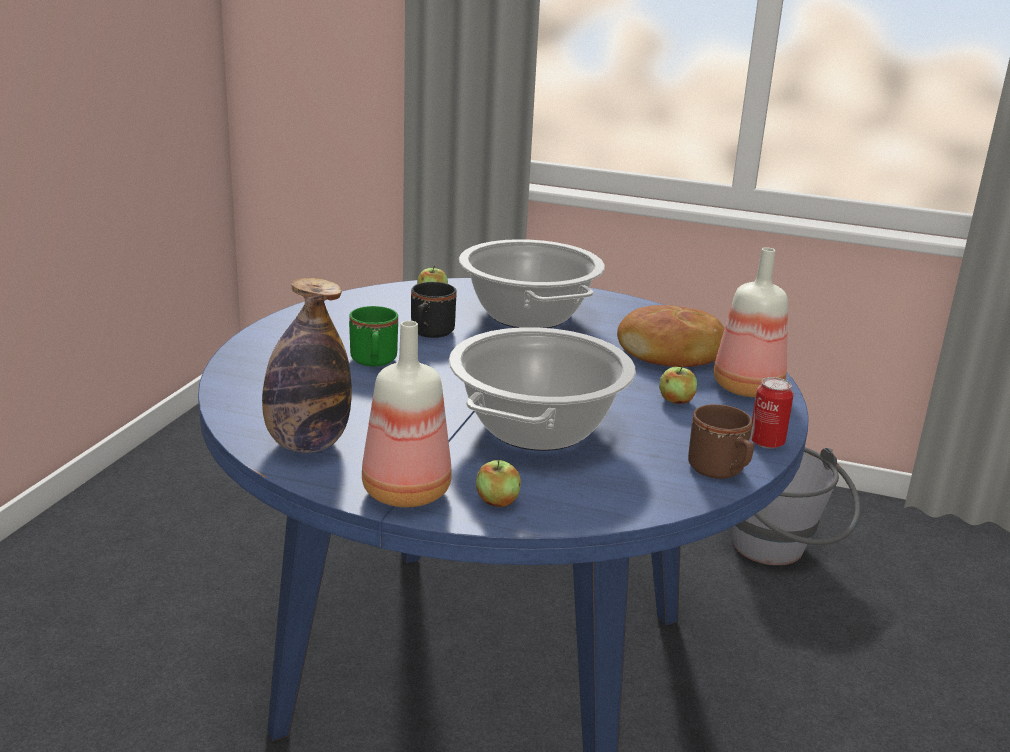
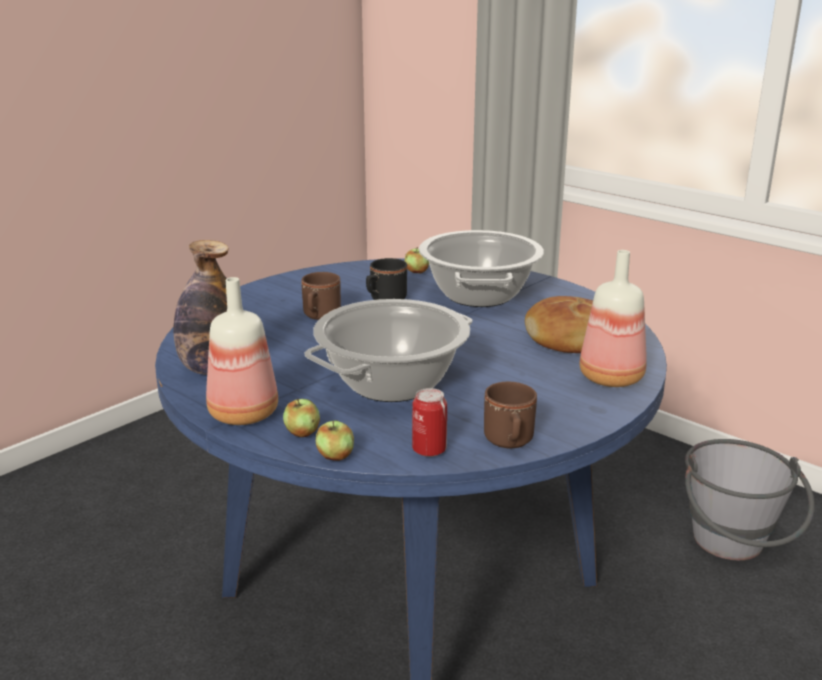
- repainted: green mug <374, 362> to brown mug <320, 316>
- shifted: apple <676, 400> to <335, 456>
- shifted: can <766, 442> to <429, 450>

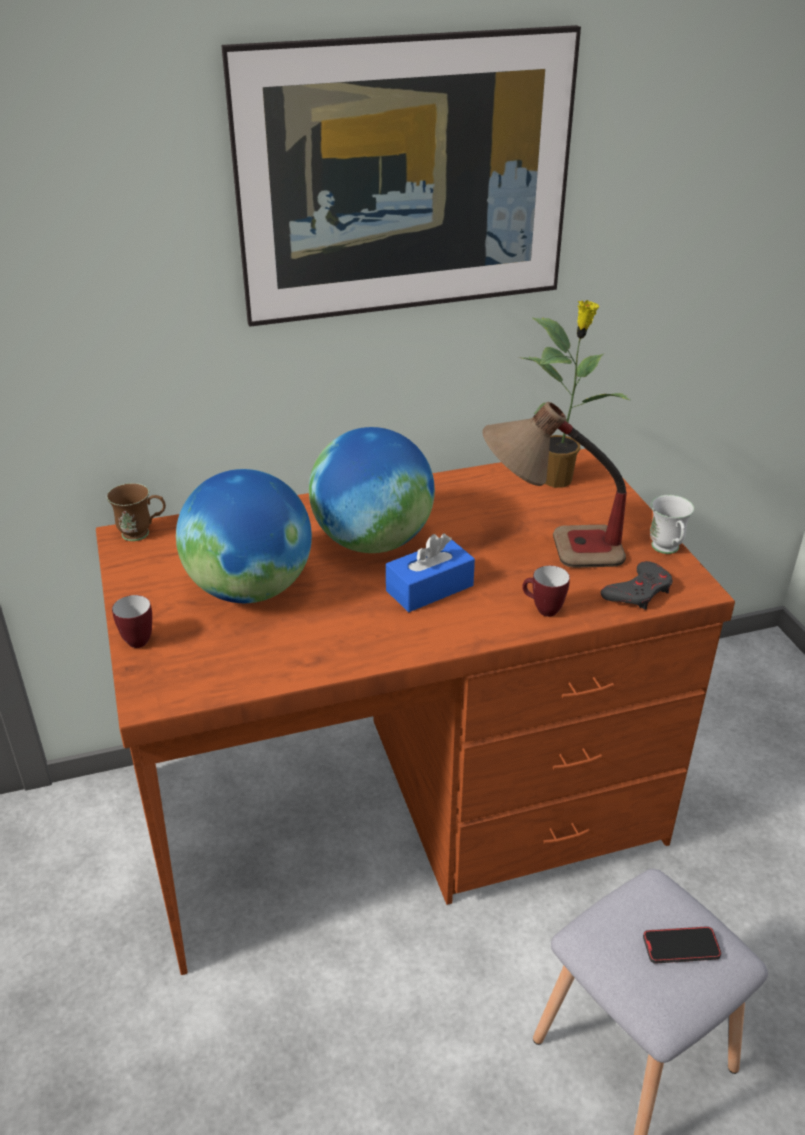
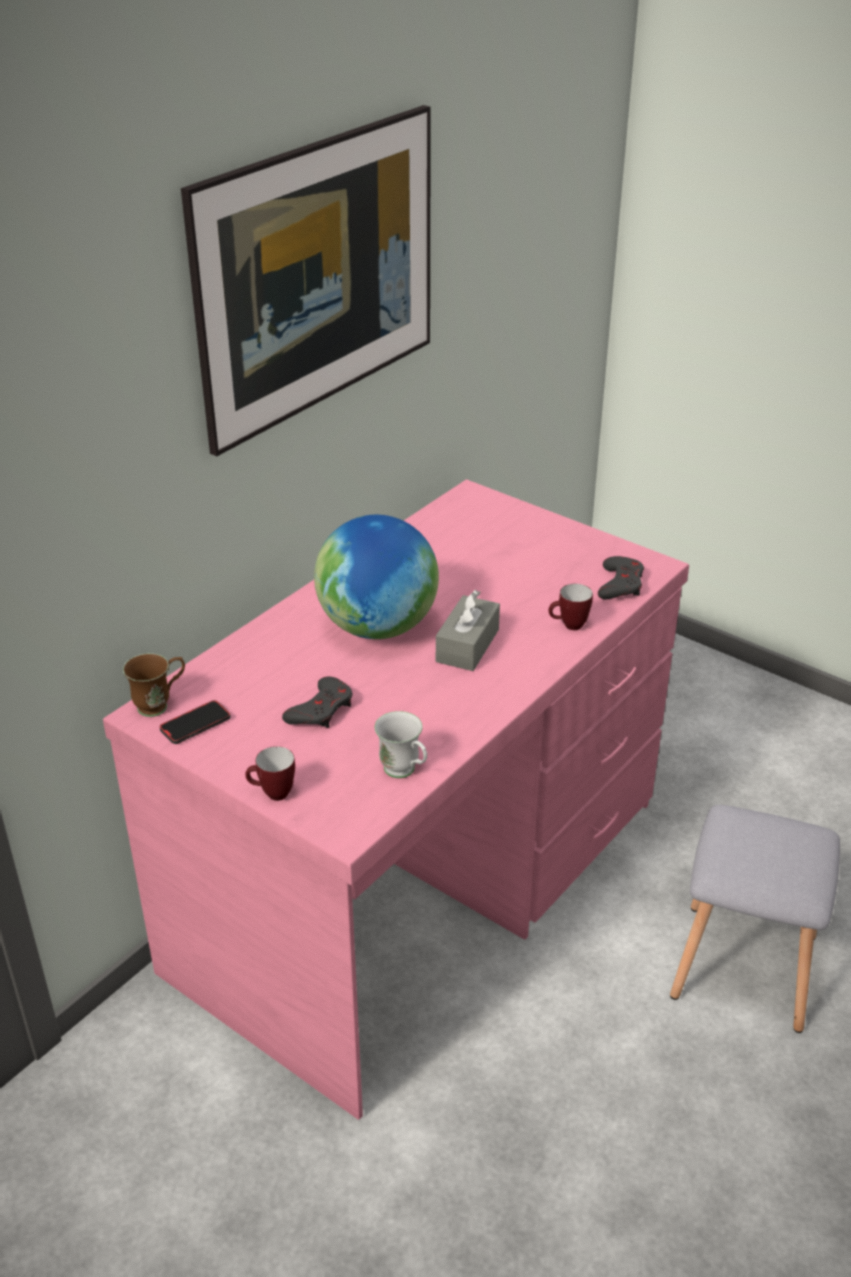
- repainted: brown desk <403, 809> to pink desk <422, 885>
- swapped: globe <249, 589> to grey game controller <321, 709>
- repainted: blue tissue box <429, 588> to grey tissue box <467, 645>
- gone: table lamp <549, 551>
- gone: potted plant <559, 479>
- shifted: phone <681, 947> to <195, 724>
- shifted: white mug <667, 551> to <405, 772>

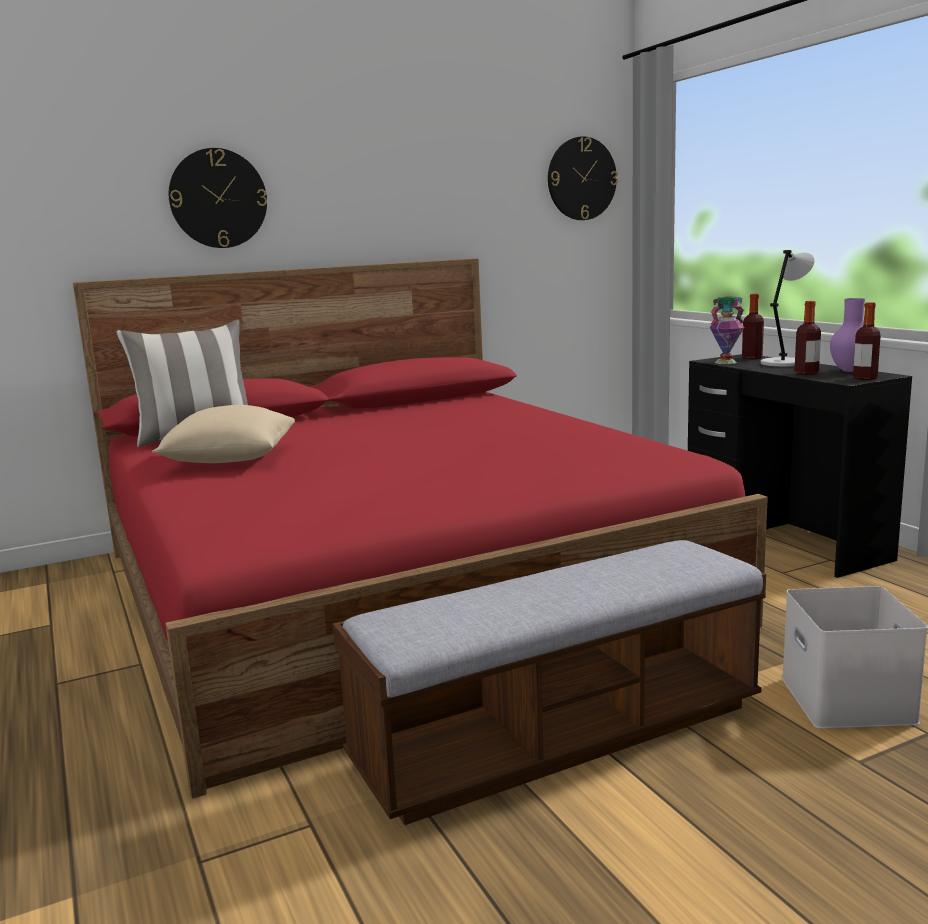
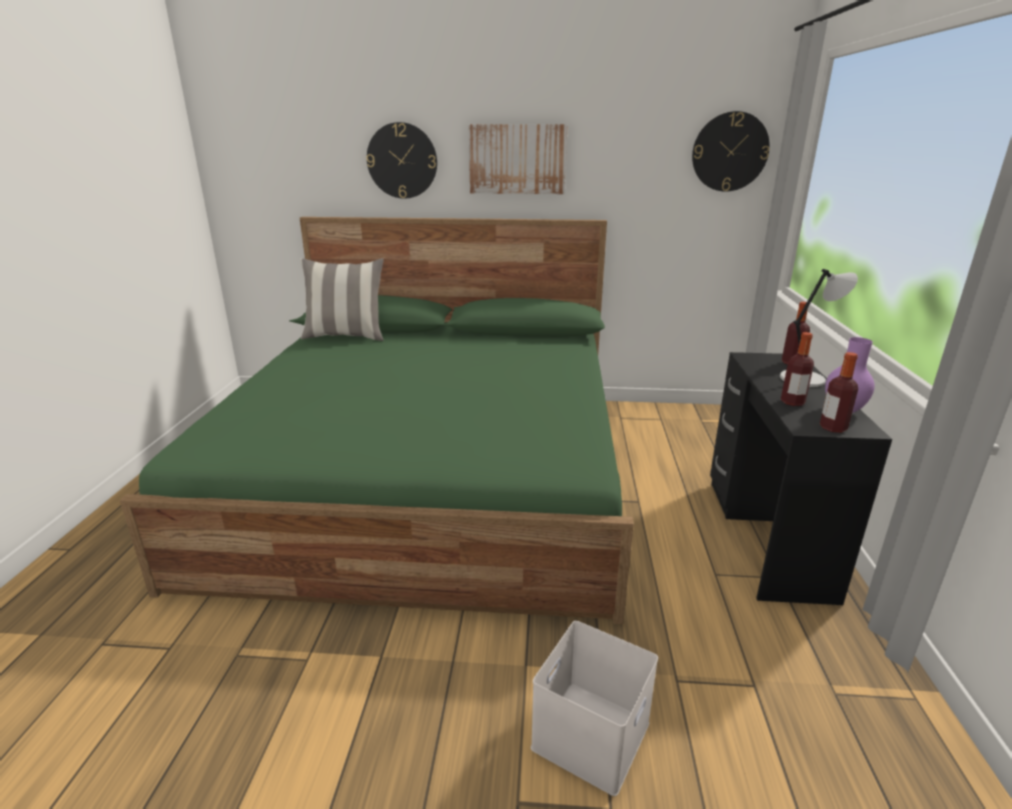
- repainted: red bed <392, 585> to green bed <430, 474>
- gone: beige pillow <229, 459>
- gone: bench <561, 736>
- gone: vase <725, 362>
- new: picture <517, 159>

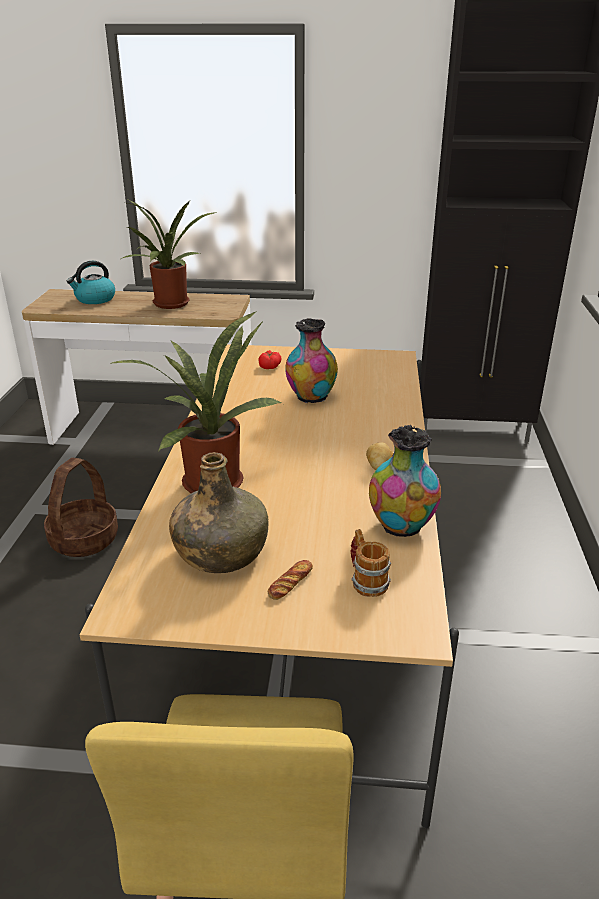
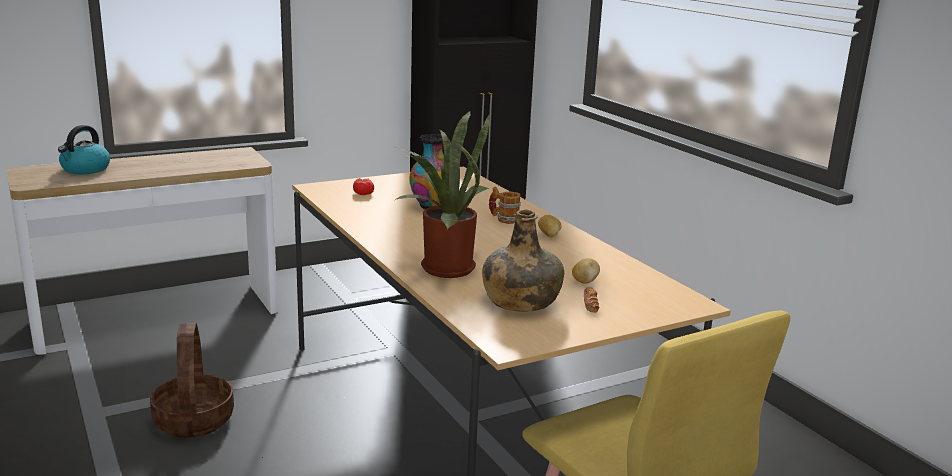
- gone: potted plant <171, 305>
- shifted: mug <366, 580> to <504, 219>
- gone: vase <401, 527>
- new: potato <584, 282>

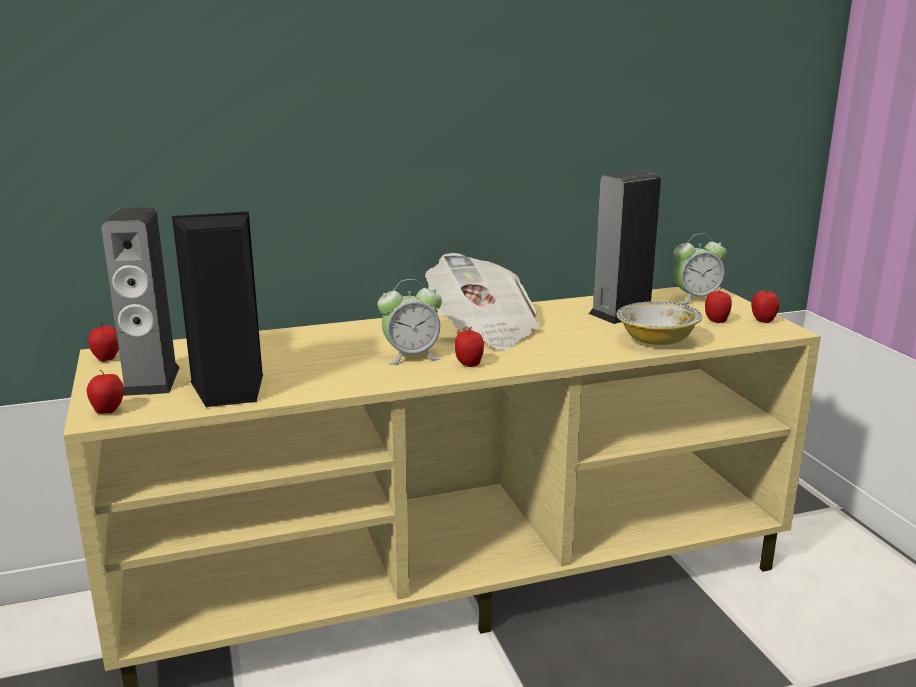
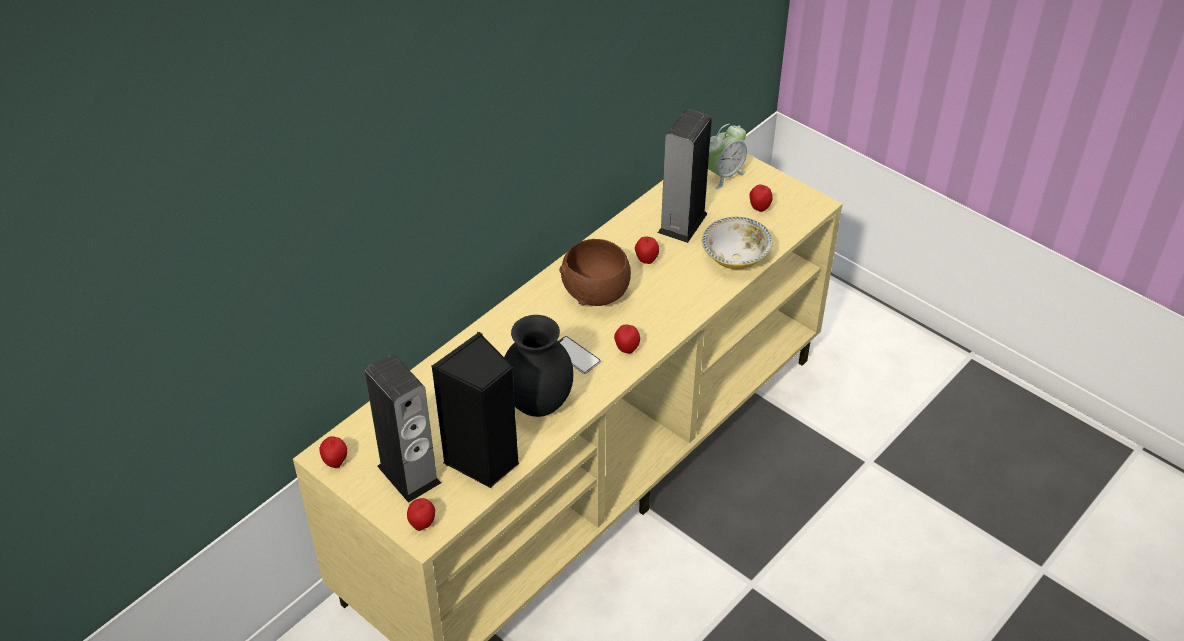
- swapped: alarm clock <411, 356> to phone <575, 356>
- swapped: newspaper <483, 330> to brown bowl <597, 293>
- shifted: apple <763, 321> to <646, 260>
- new: black vase <538, 405>

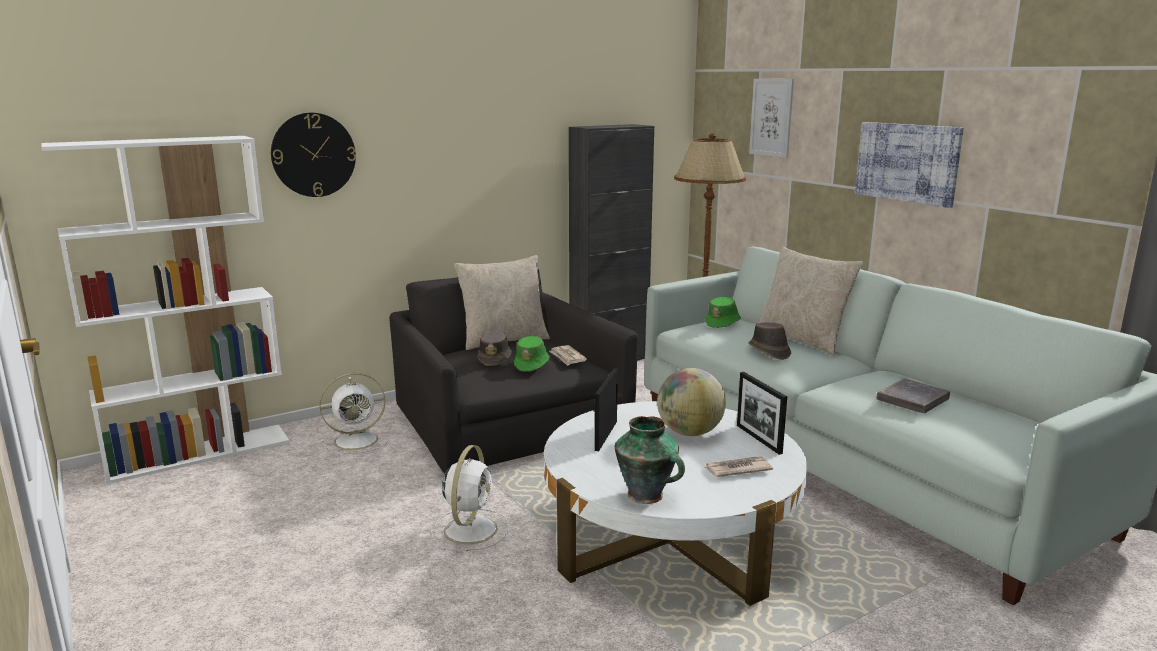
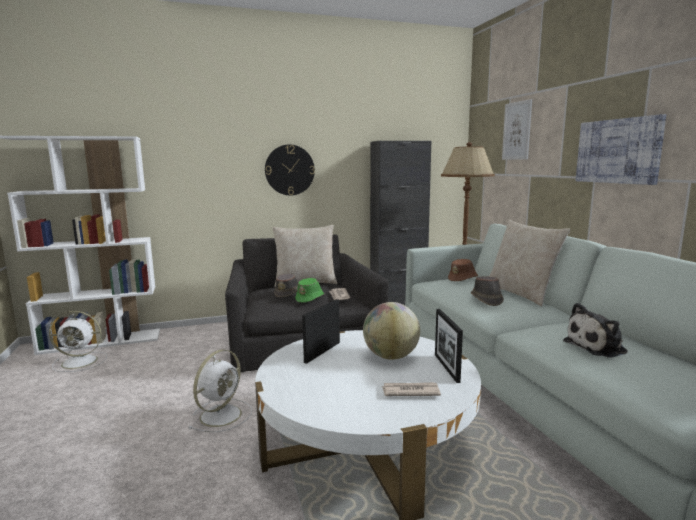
- shifted: wall clock <313, 155> to <289, 170>
- shifted: white fan <358, 440> to <81, 362>
- gone: vase <647, 496>
- repainted: green hat <723, 323> to brown hat <463, 279>
- swapped: grey book <912, 400> to plush toy <598, 347>

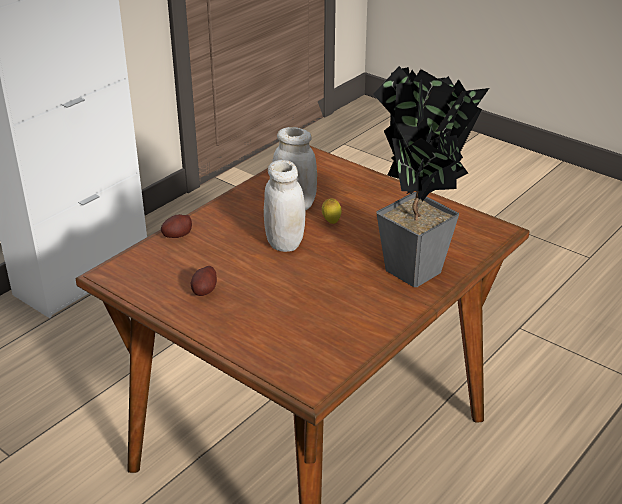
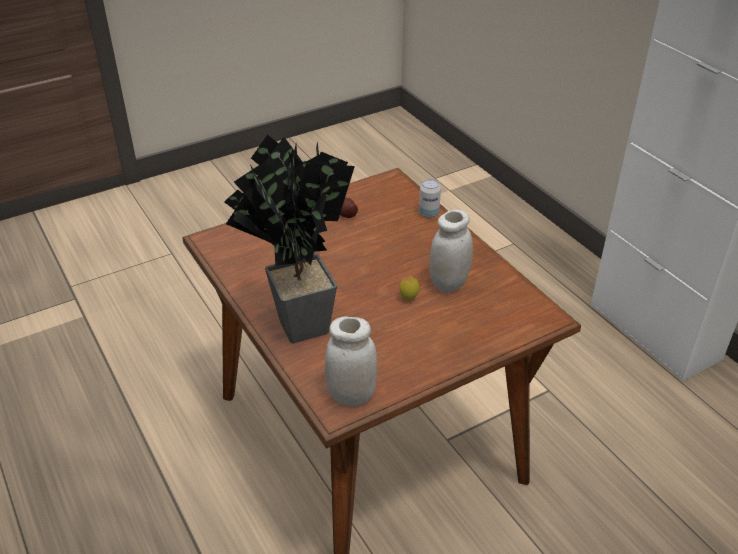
- swapped: potato <177, 235> to can <429, 213>
- shifted: white jar <284, 243> to <351, 395>

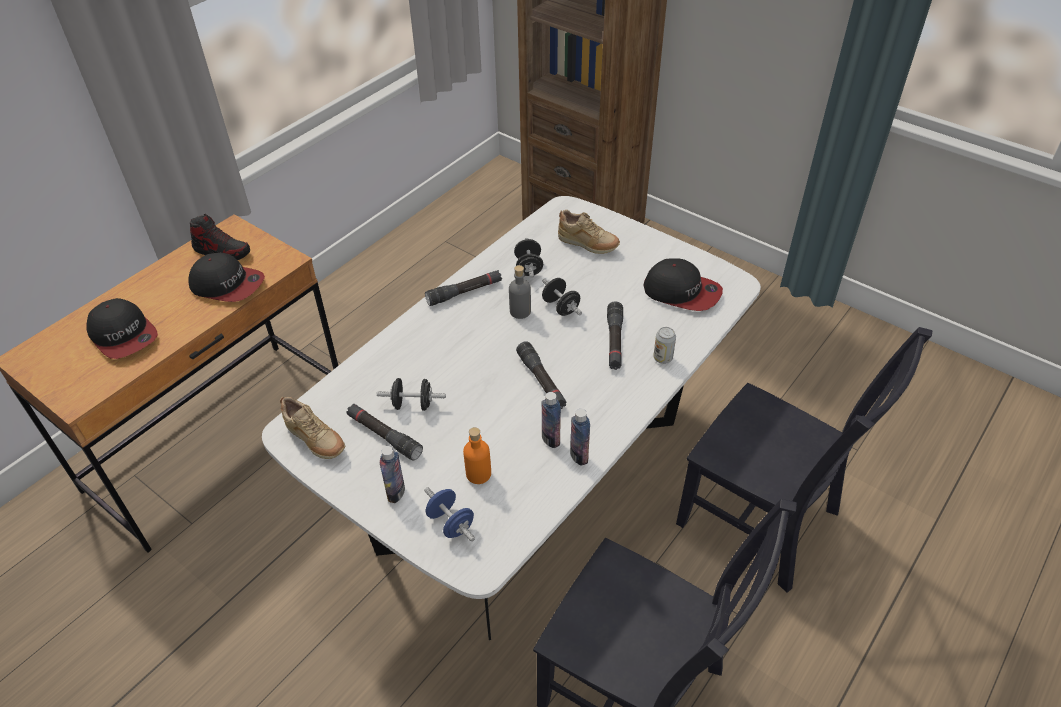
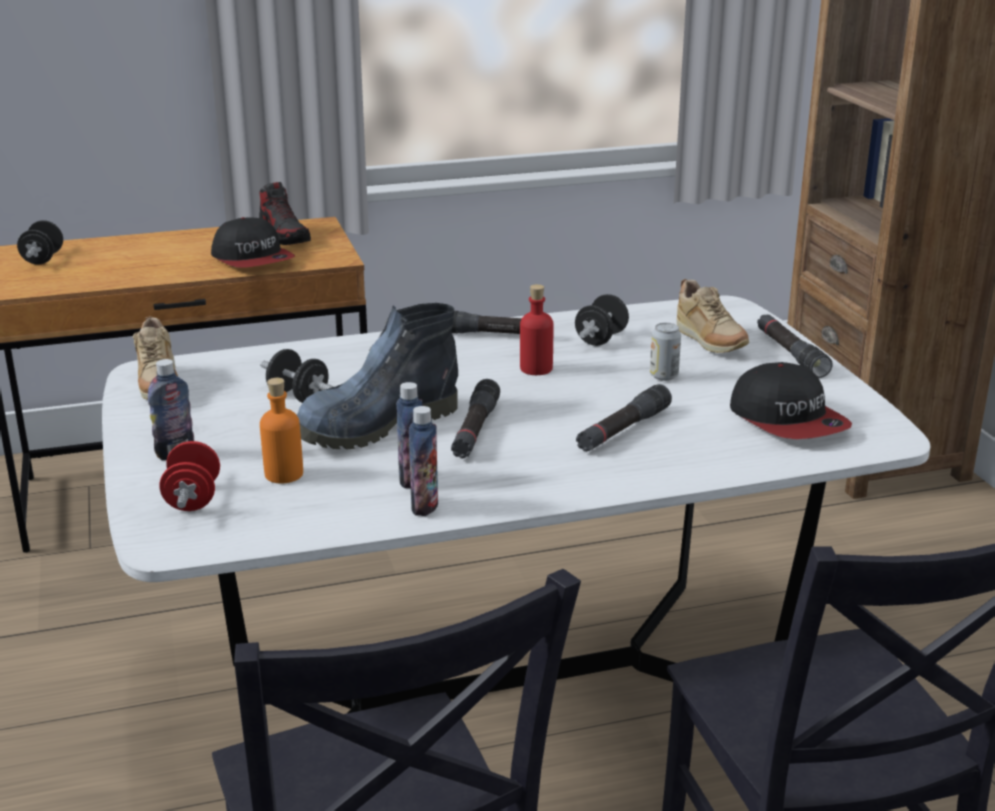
- gone: cap <124, 335>
- shifted: black flashlight <384, 436> to <791, 354>
- repainted: blue dumbbell <451, 523> to red dumbbell <193, 499>
- repainted: grey bottle <520, 311> to red bottle <536, 368>
- shifted: black dumbbell <561, 307> to <43, 259>
- shifted: can <662, 358> to <664, 376>
- new: boot <374, 427>

